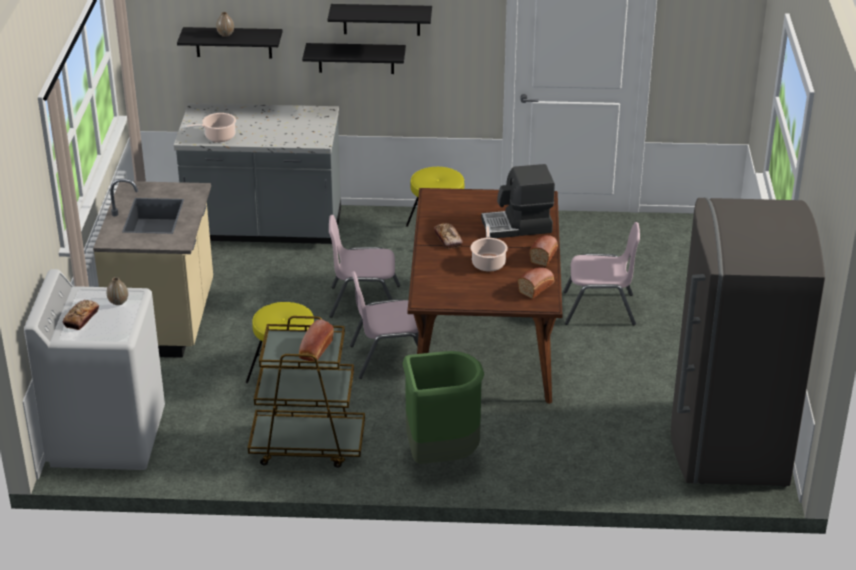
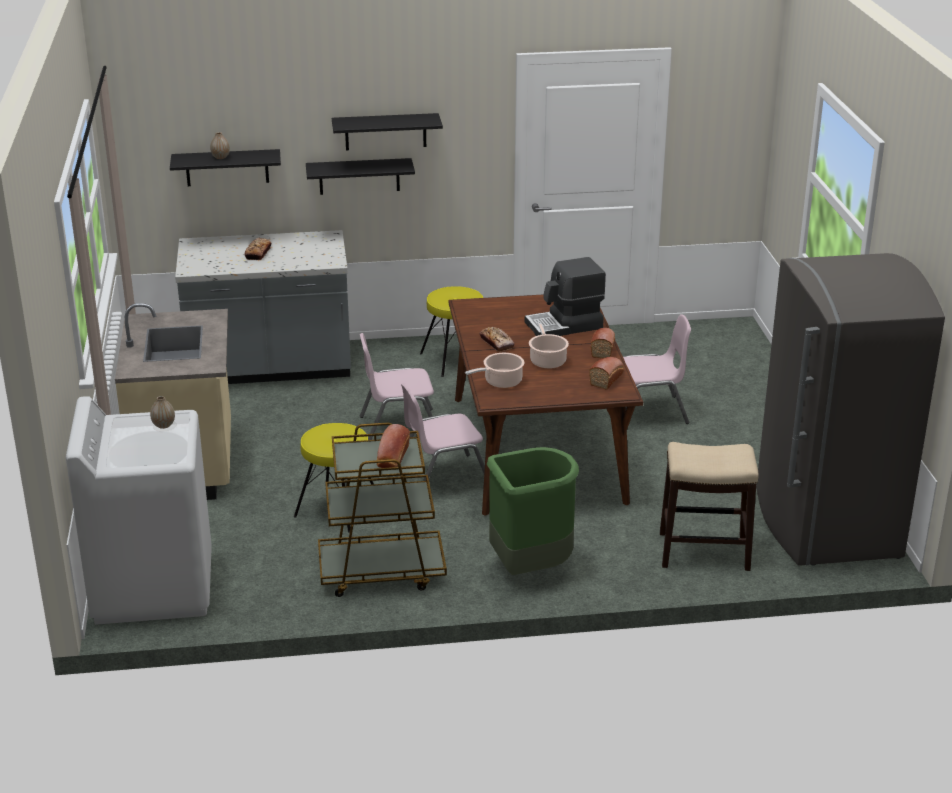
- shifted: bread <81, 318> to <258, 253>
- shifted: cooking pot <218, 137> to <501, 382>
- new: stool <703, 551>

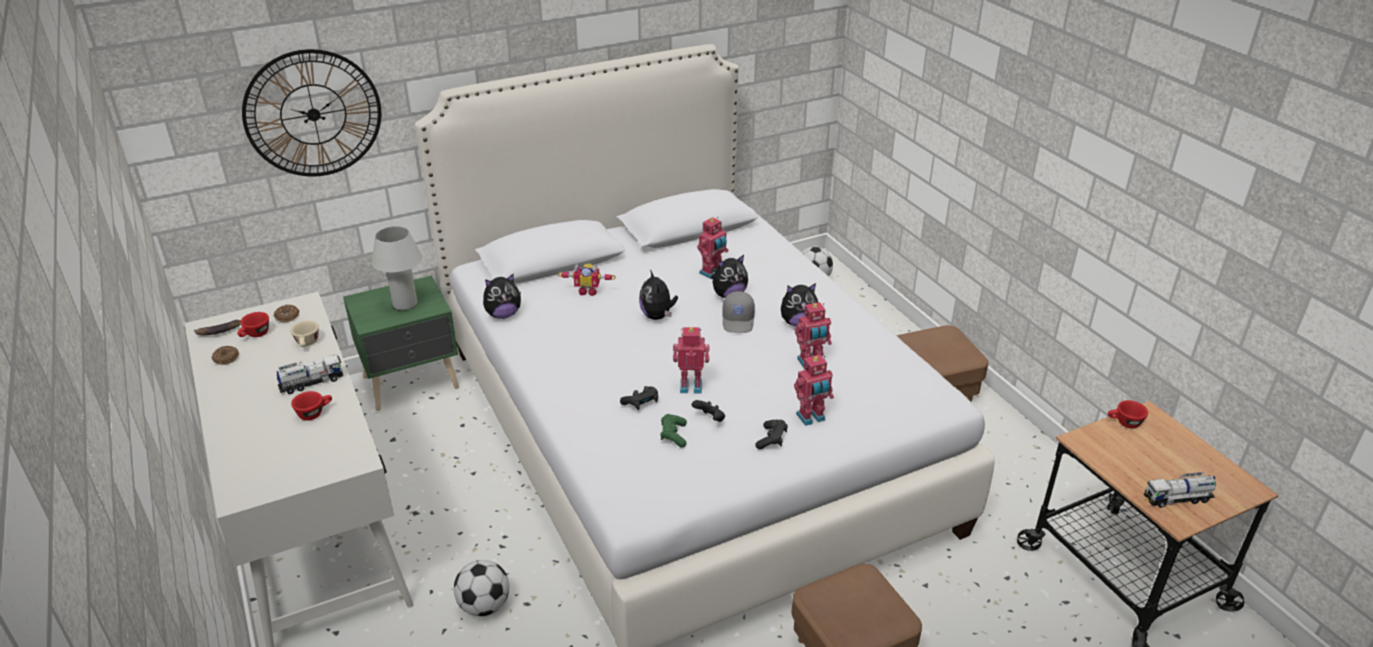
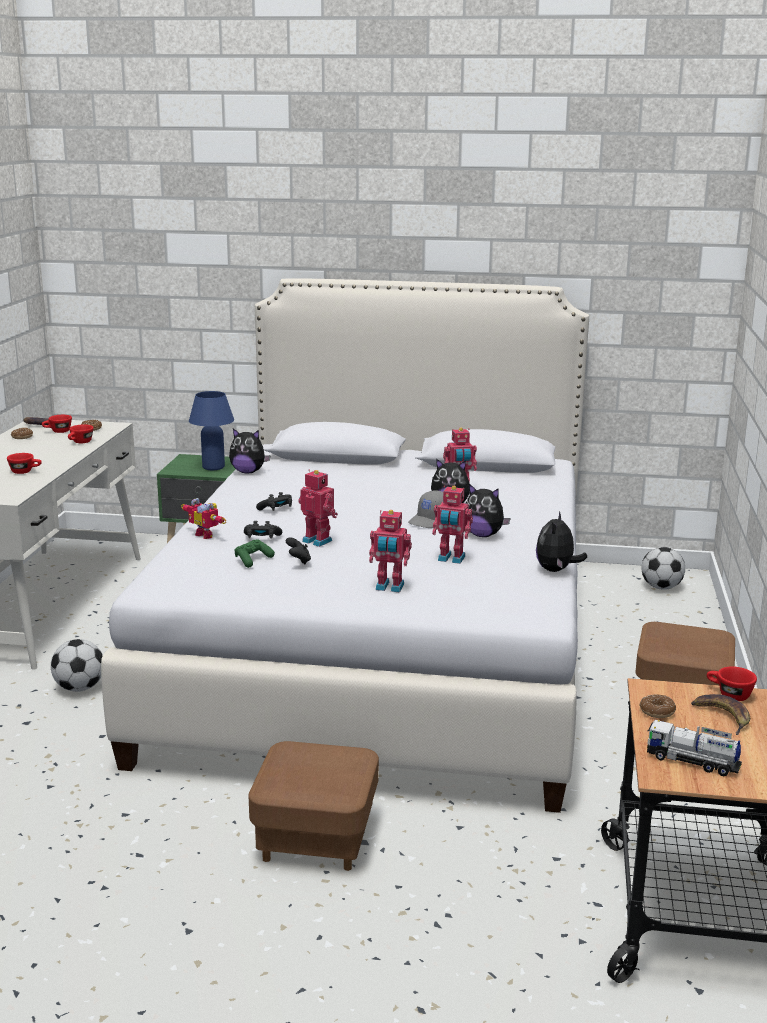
- gone: wall clock <313, 114>
- gone: toy truck <312, 383>
- repainted: beige cup <307, 344> to red cup <80, 442>
- repainted: white table lamp <405, 304> to blue table lamp <213, 467>
- shifted: toy robot <588, 291> to <207, 534>
- shifted: plush toy <657, 316> to <556, 570>
- shifted: black game controller <771, 439> to <276, 509>
- new: donut <657, 711>
- new: banana <723, 716>

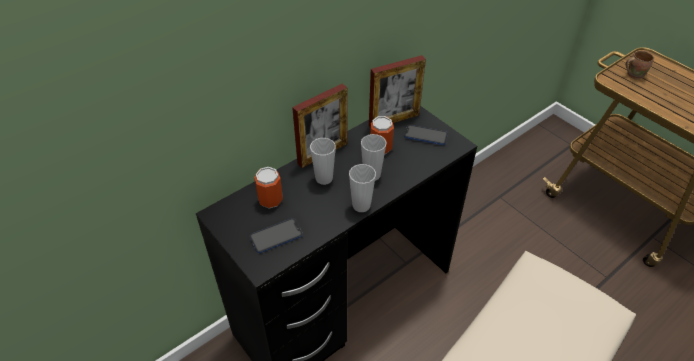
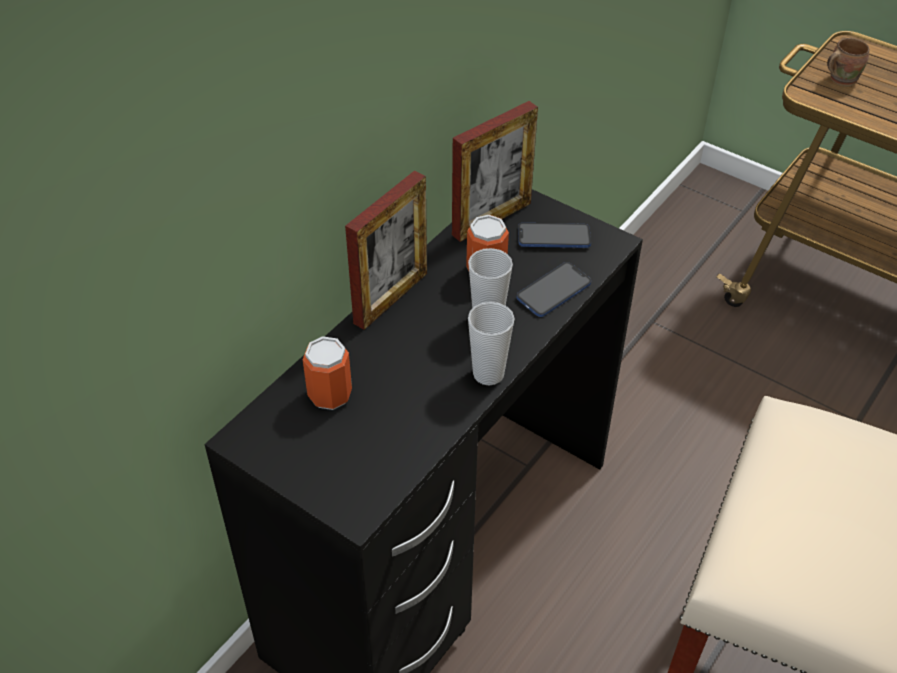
- shifted: phone <276, 236> to <553, 291>
- gone: cup <324, 178>

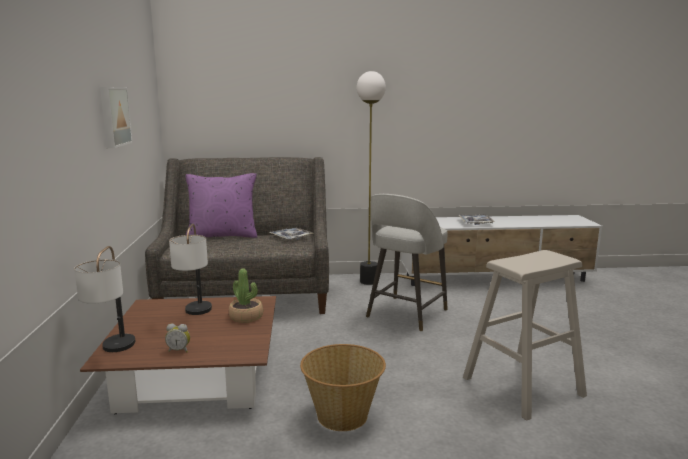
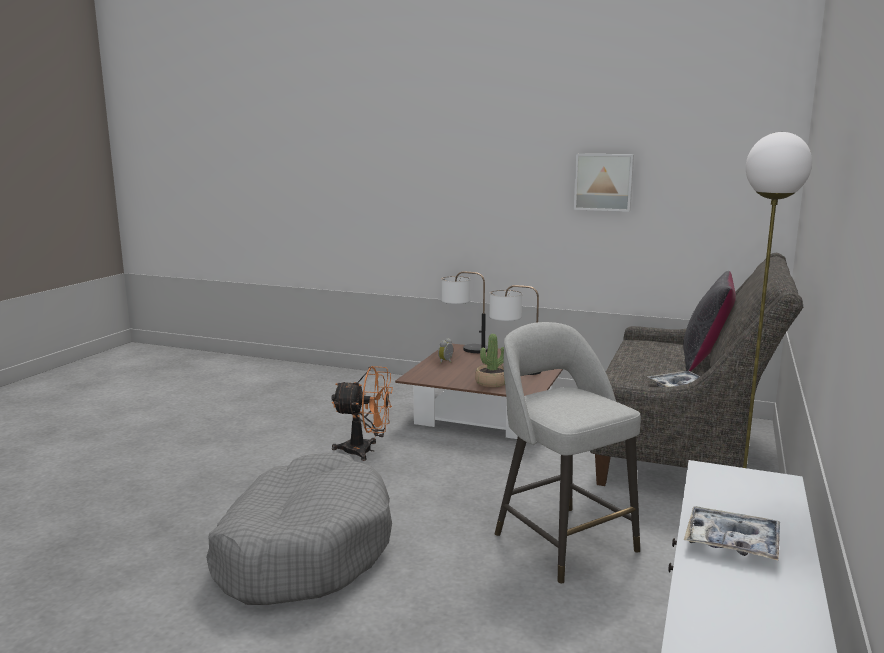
- repainted: purple pillow <222, 235> to black pillow <705, 360>
- swapped: basket <343, 416> to orange fan <365, 451>
- swapped: beige stool <523, 386> to grey dog bed <303, 549>

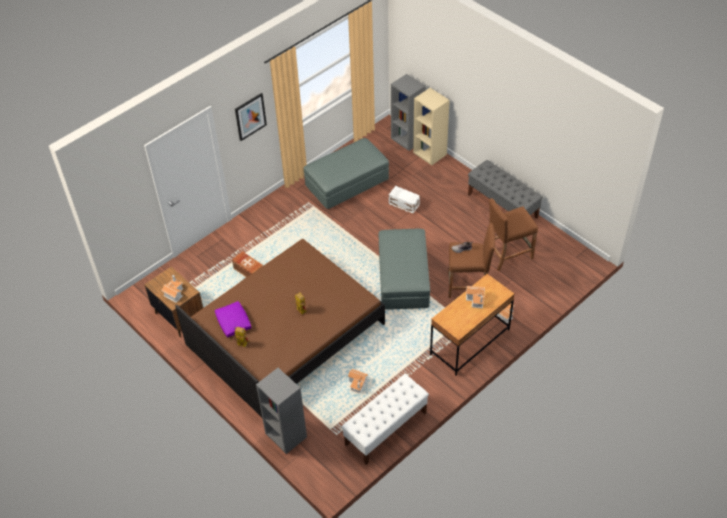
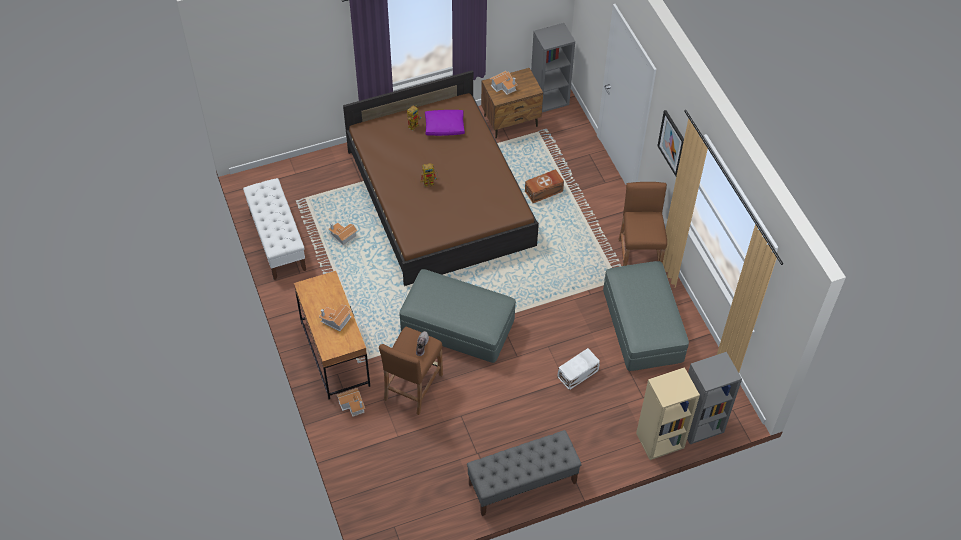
- shifted: grey bookcase <285, 435> to <549, 99>
- shifted: brown stool <508, 254> to <638, 258>

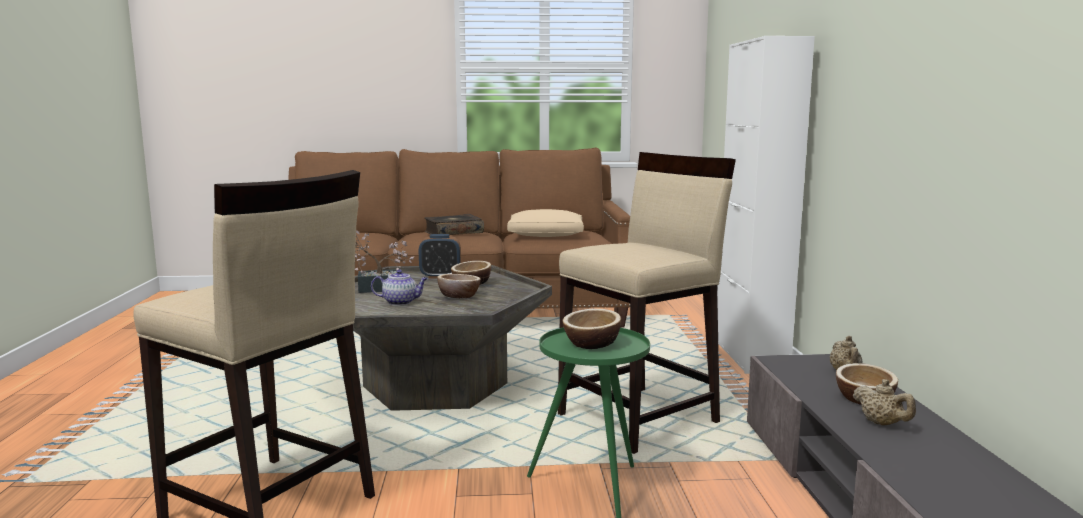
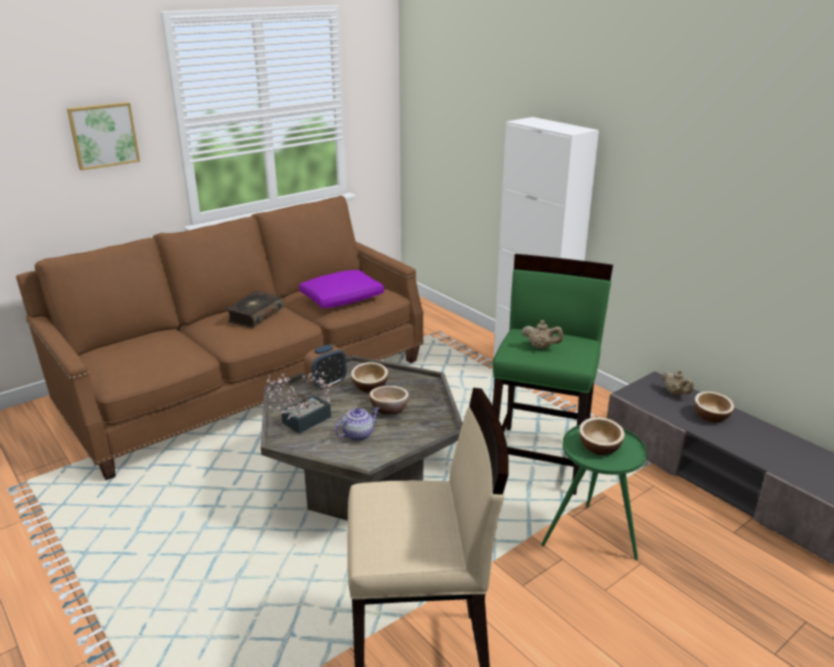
- repainted: beige pillow <546, 235> to purple pillow <342, 299>
- repainted: beige stool <640, 419> to green stool <540, 459>
- shifted: beige teapot <882, 423> to <541, 347>
- new: picture <103, 135>

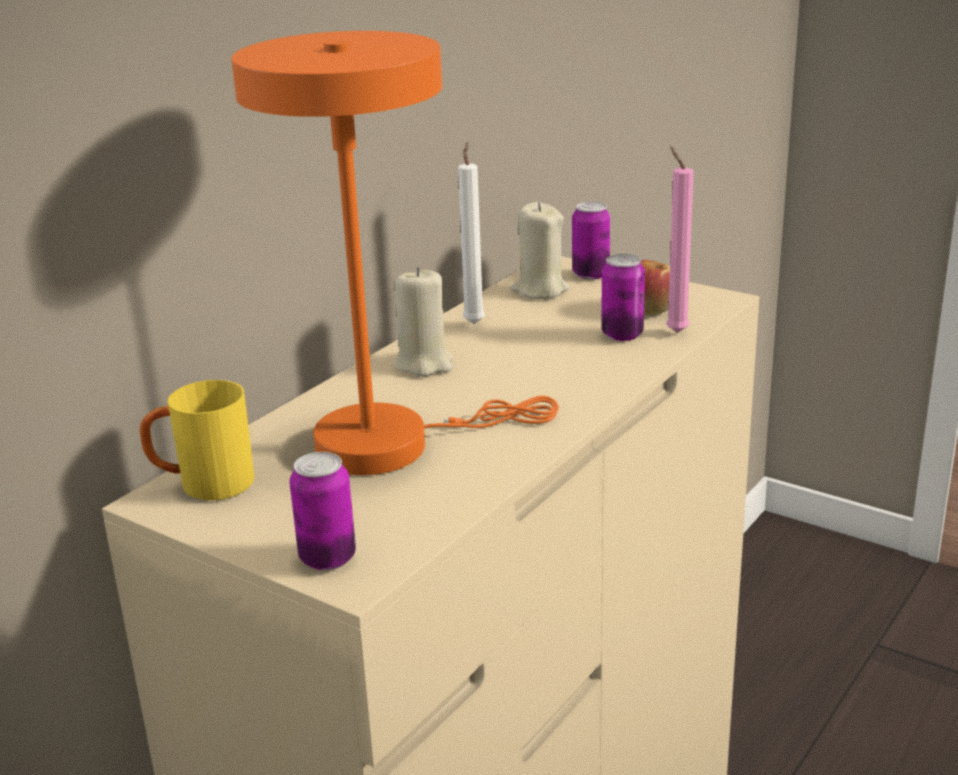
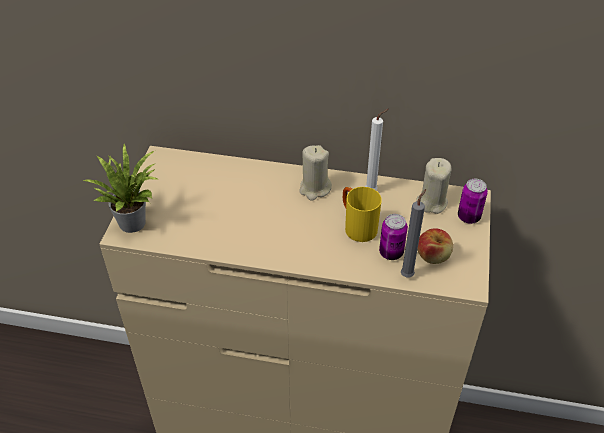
- shifted: yellow mug <203, 486> to <356, 226>
- gone: orange table lamp <391, 442>
- swapped: can <327, 558> to potted plant <133, 220>
- repainted: pink candle <675, 331> to grey candle <408, 274>

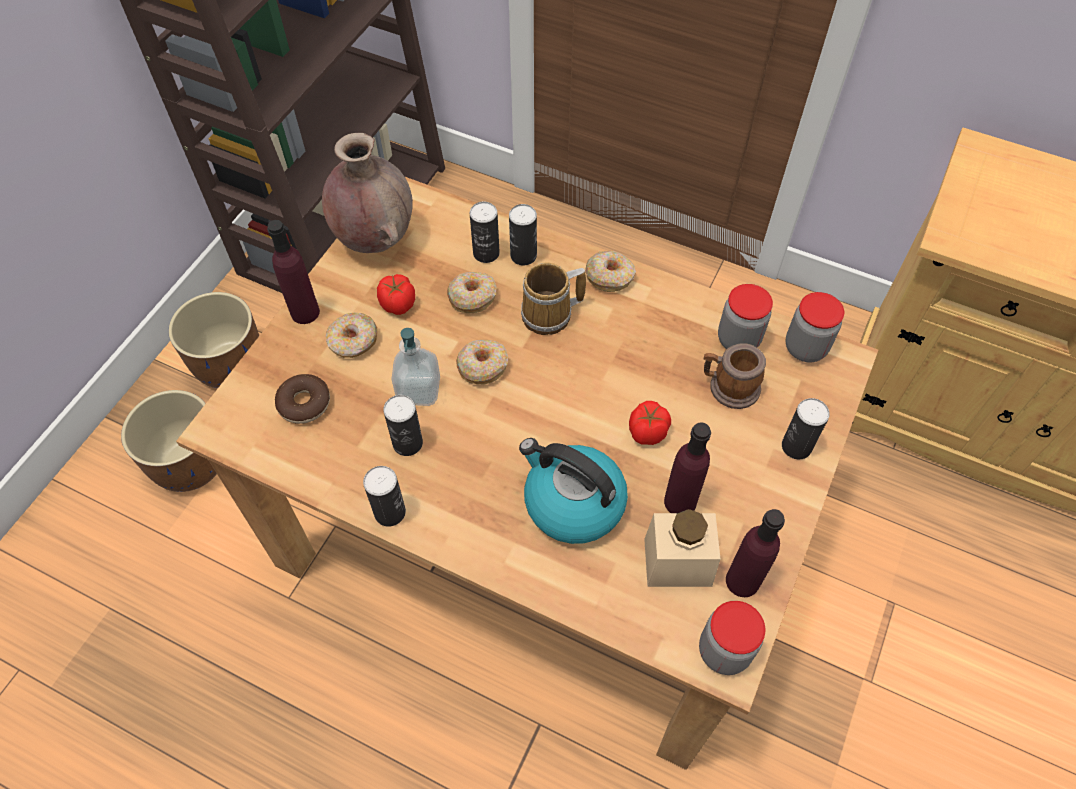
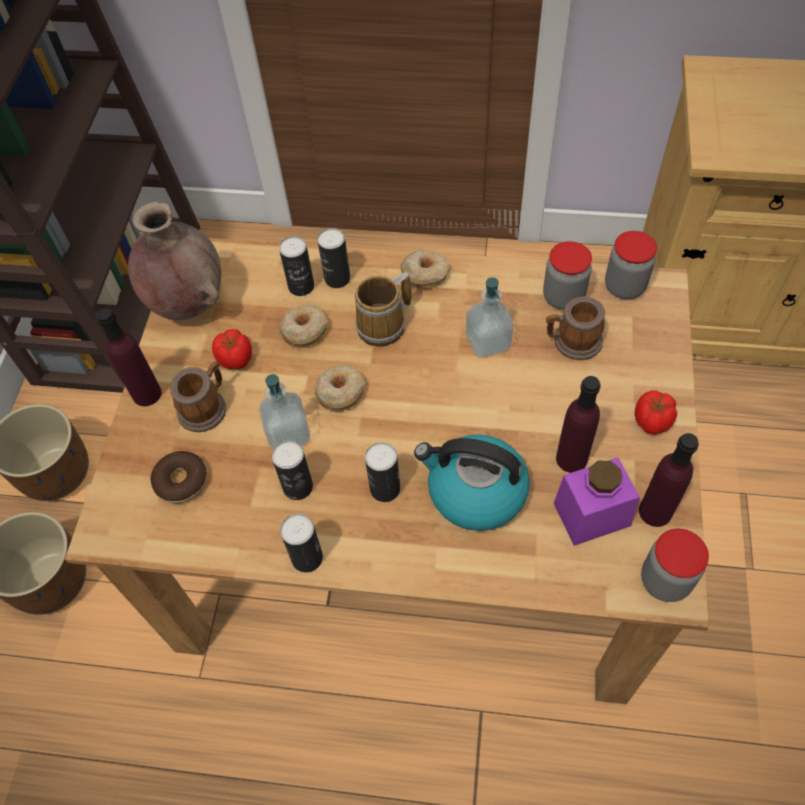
- swapped: donut <353, 341> to mug <206, 407>
- shifted: tomato <647, 432> to <652, 422>
- repainted: beige jar <677, 562> to purple jar <591, 514>
- shifted: can <796, 446> to <385, 488>
- new: soap dispenser <488, 342>

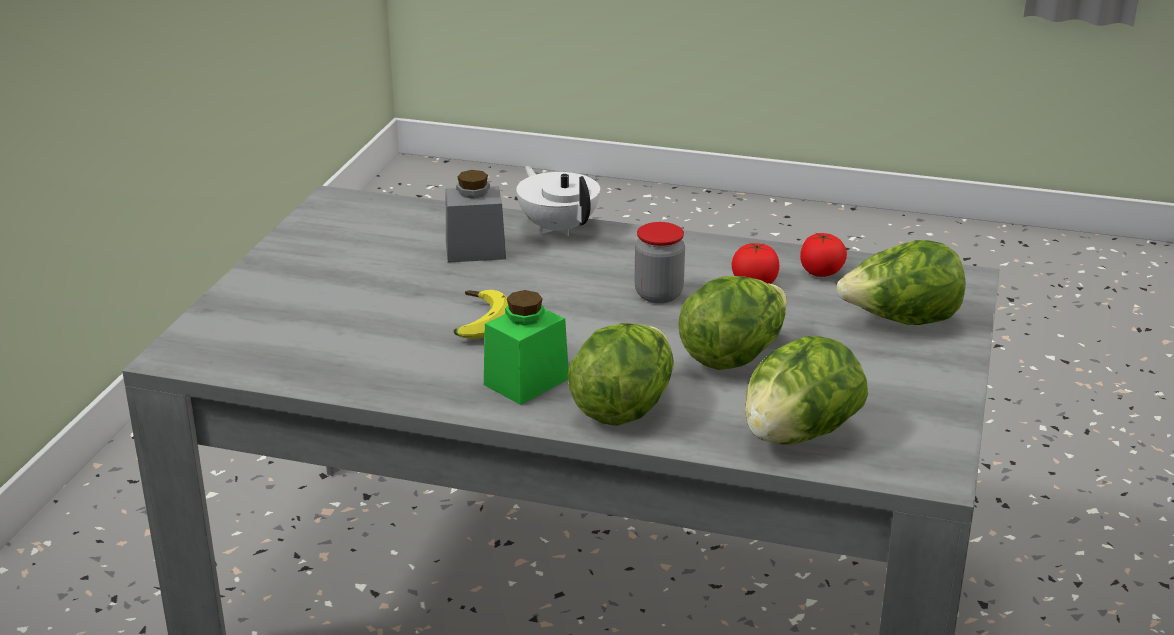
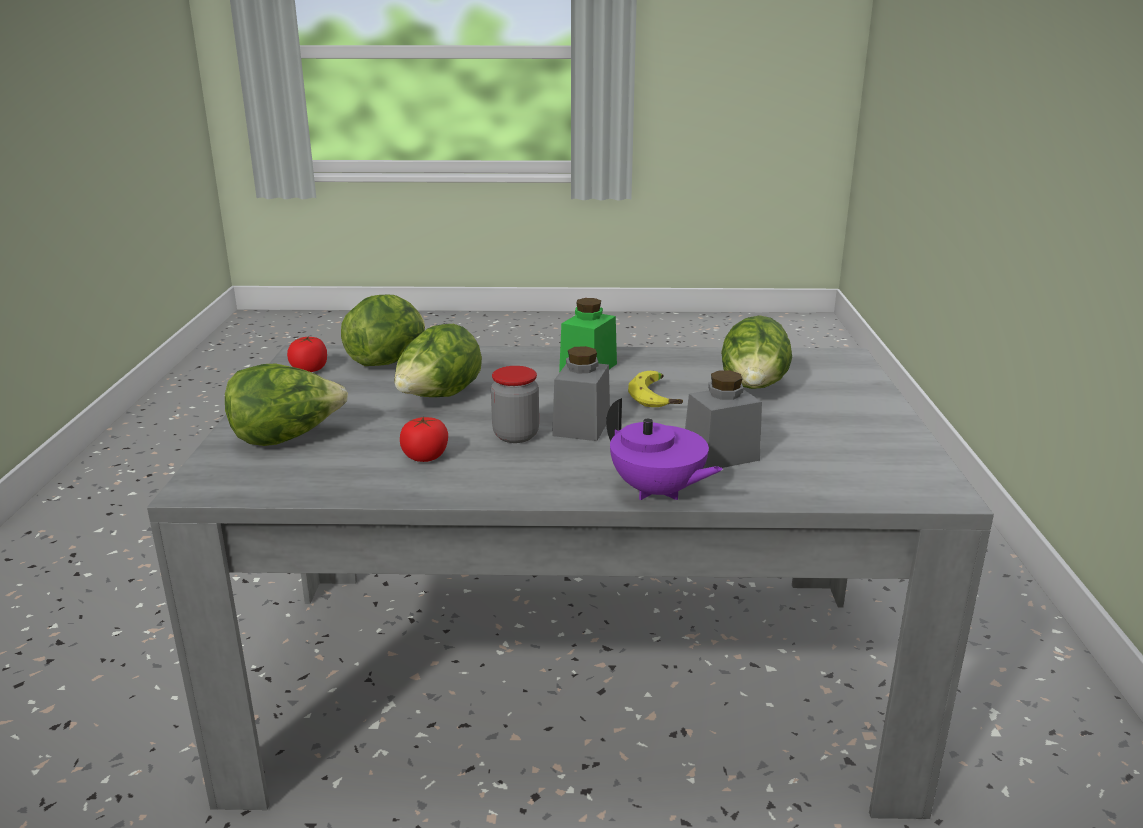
- repainted: white teapot <558, 227> to purple teapot <657, 492>
- shifted: lettuce <623, 407> to <754, 389>
- shifted: tomato <821, 272> to <309, 369>
- new: grey jar <581, 426>

